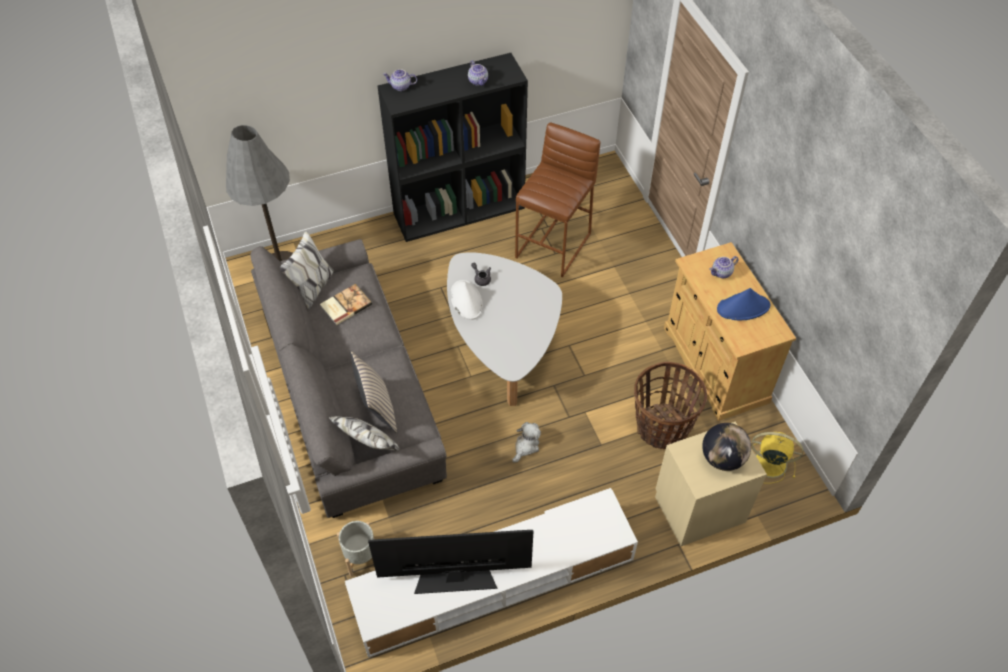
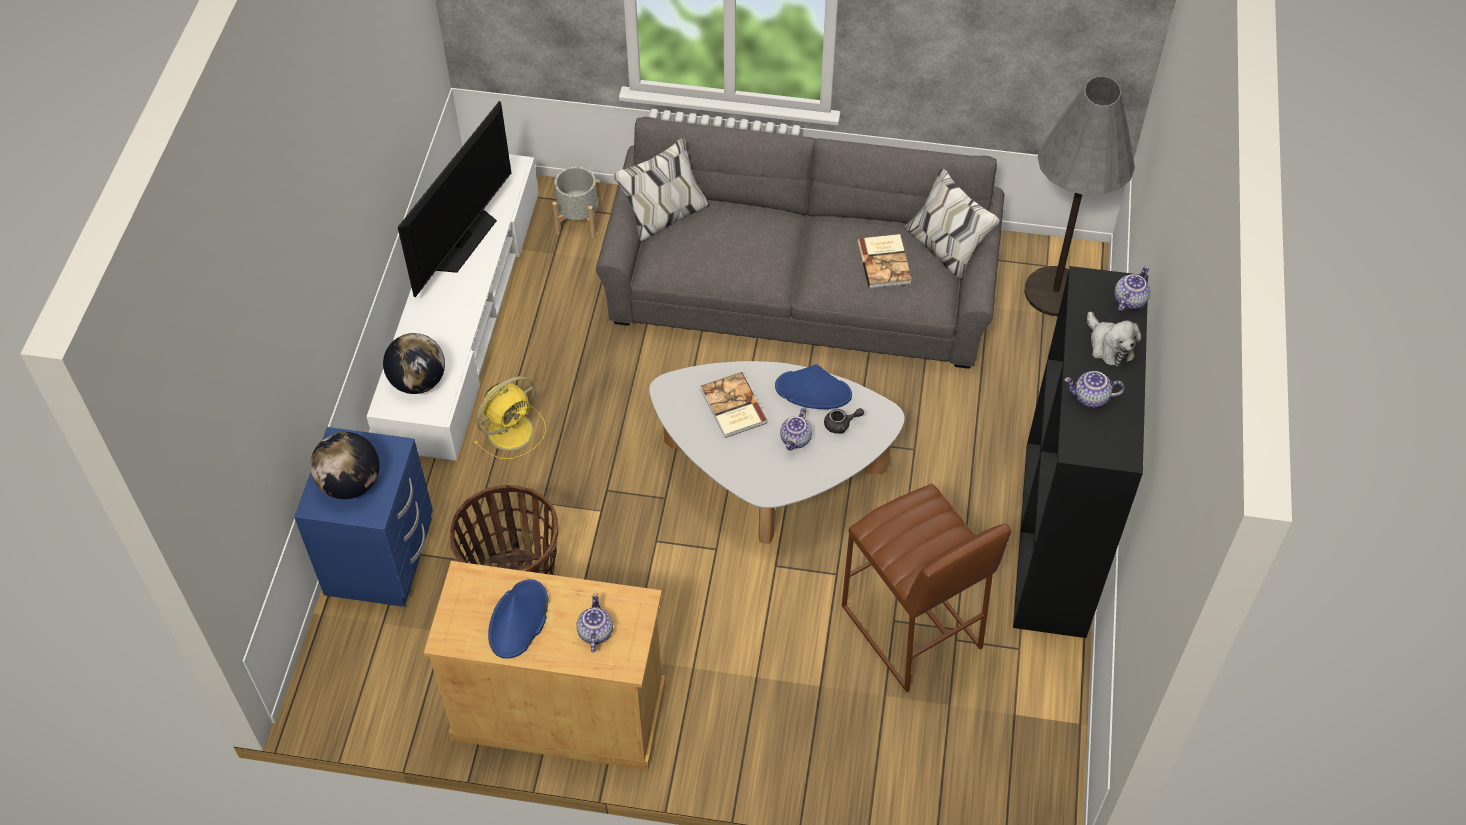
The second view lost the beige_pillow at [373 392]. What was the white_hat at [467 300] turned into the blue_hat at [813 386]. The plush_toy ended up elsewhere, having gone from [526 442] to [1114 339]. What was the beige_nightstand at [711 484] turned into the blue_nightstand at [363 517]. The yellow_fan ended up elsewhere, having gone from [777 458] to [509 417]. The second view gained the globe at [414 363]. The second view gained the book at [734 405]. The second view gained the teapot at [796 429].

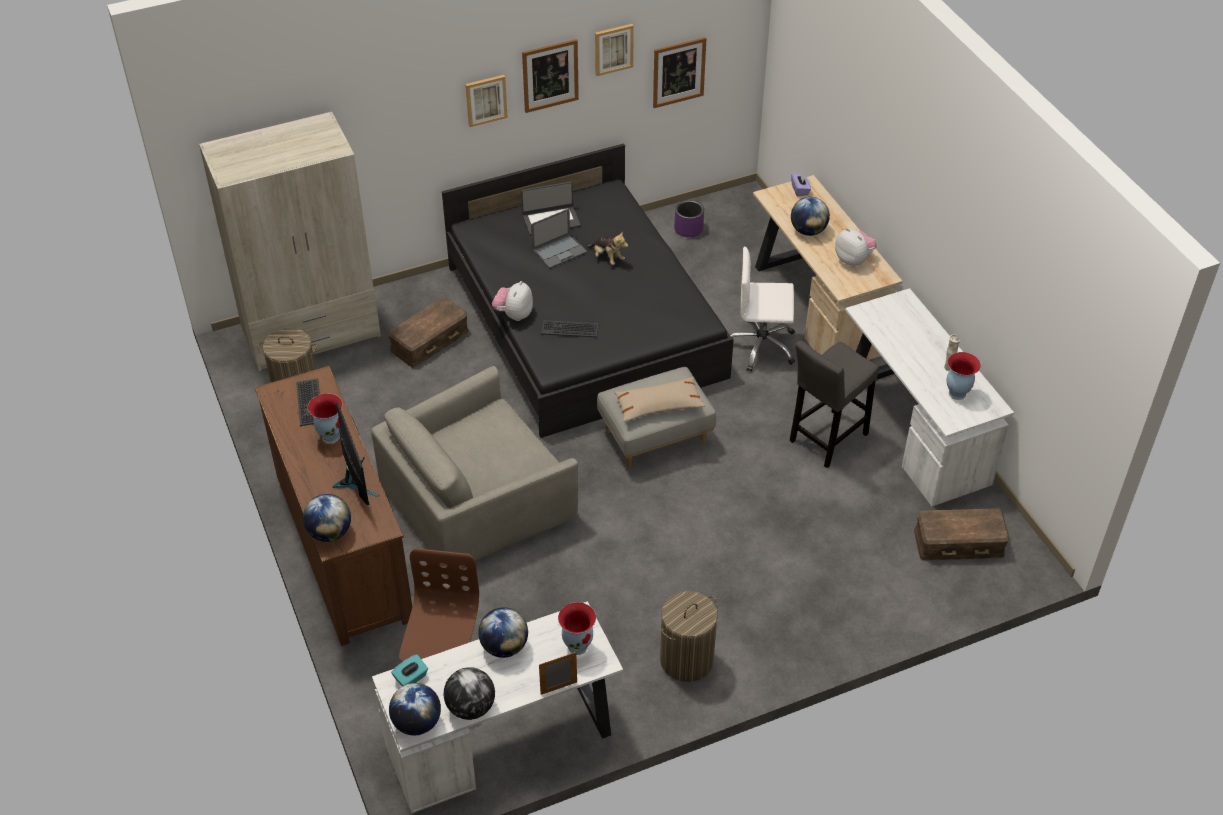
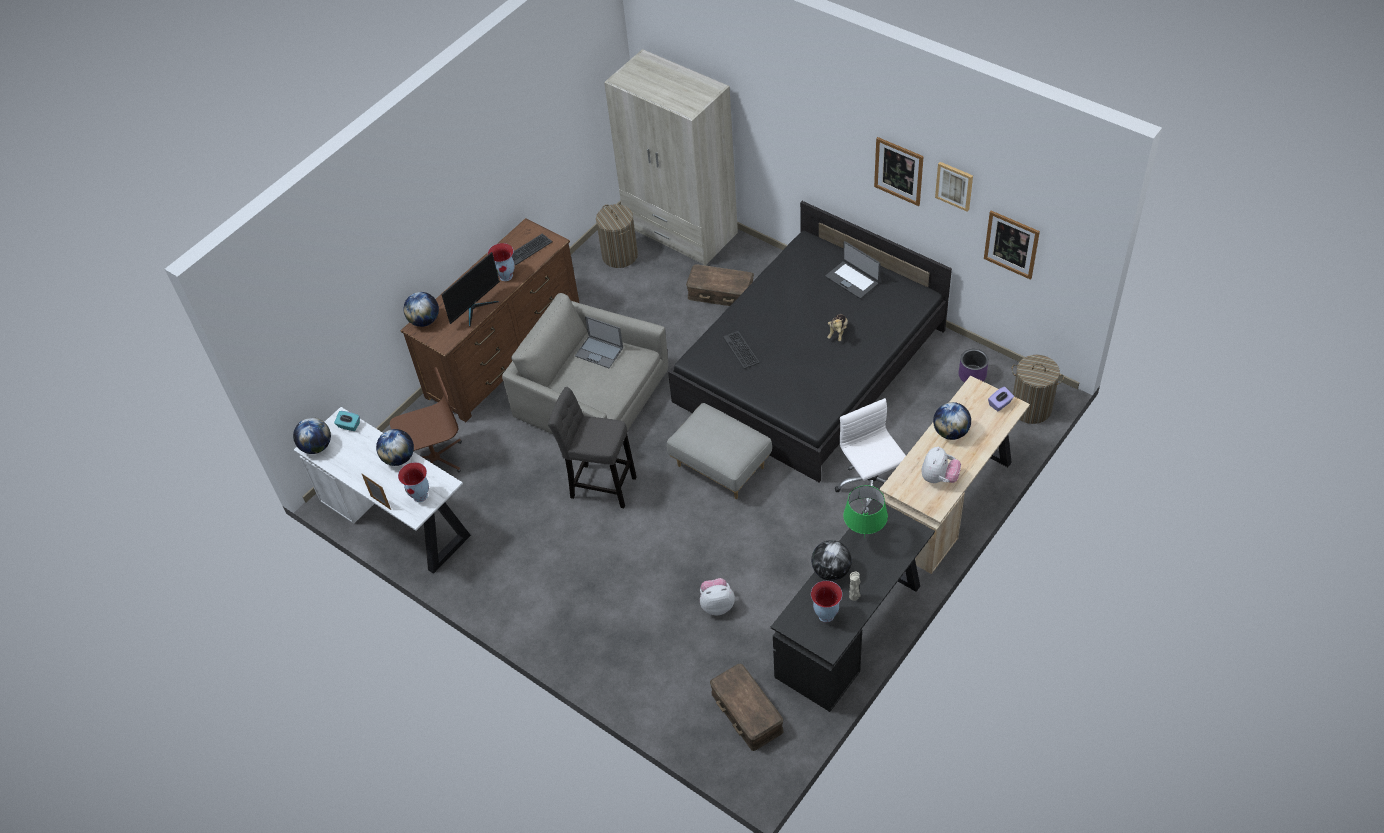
The globe ended up elsewhere, having gone from [469 693] to [831 560]. The second view lost the picture at [486 101]. The plush_toy ended up elsewhere, having gone from [512 301] to [717 596]. The laptop ended up elsewhere, having gone from [559 238] to [599 342]. The second view lost the beige_pillow at [660 399]. The laundry_basket ended up elsewhere, having gone from [689 636] to [1037 389]. The grey_stool ended up elsewhere, having gone from [834 404] to [592 447]. What was the white_desk at [929 397] turned into the black_desk at [853 605]. The second view gained the green_table_lamp at [865 511].

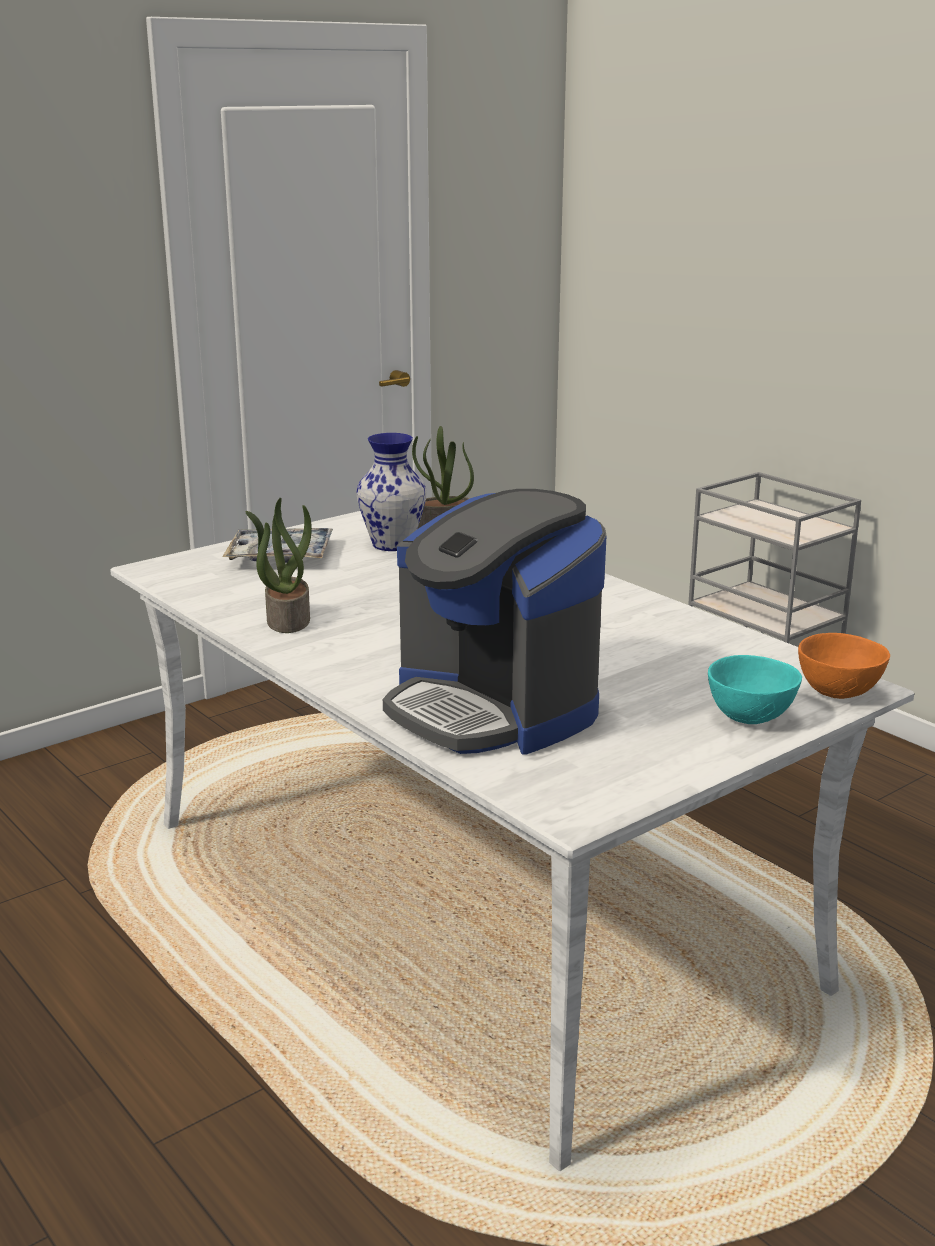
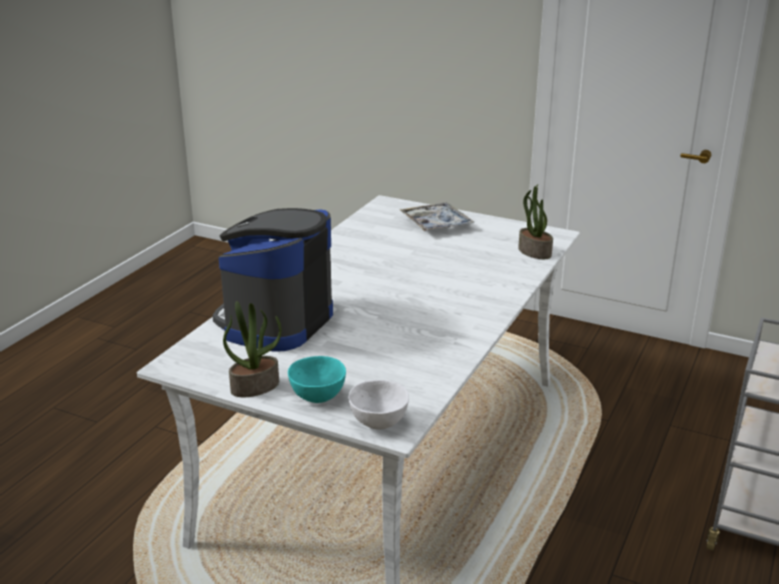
The potted_plant ended up elsewhere, having gone from [279 565] to [252 349]. The second view lost the vase at [391 492]. What was the orange_bowl at [844 666] turned into the white_bowl at [379 404].

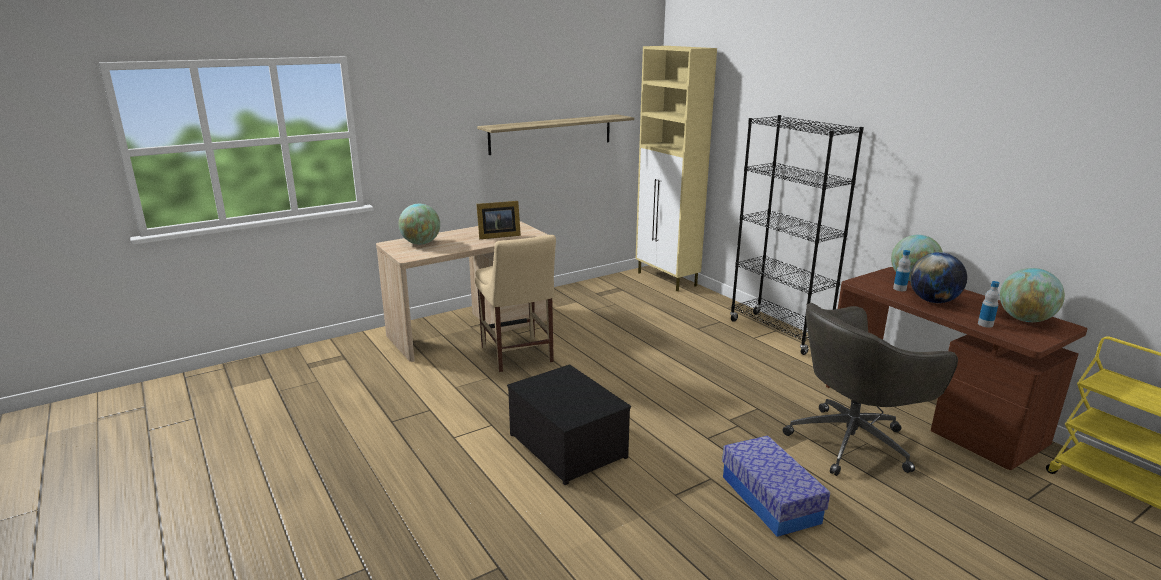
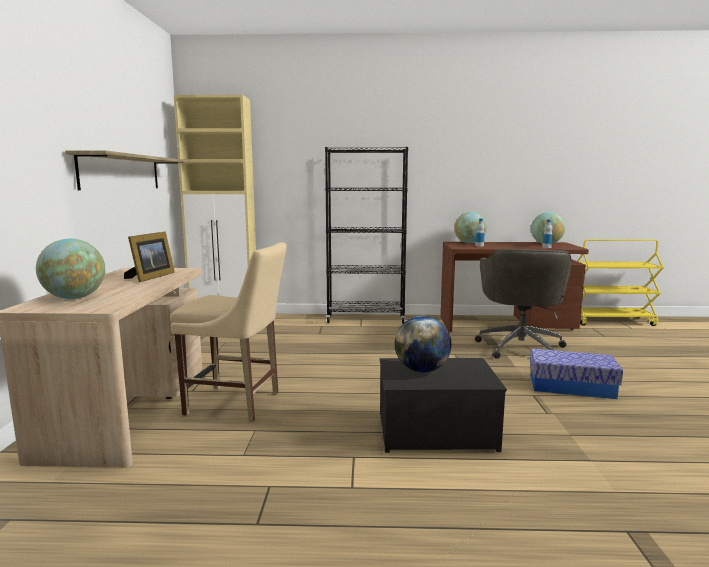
The globe ended up elsewhere, having gone from [938 277] to [423 344].

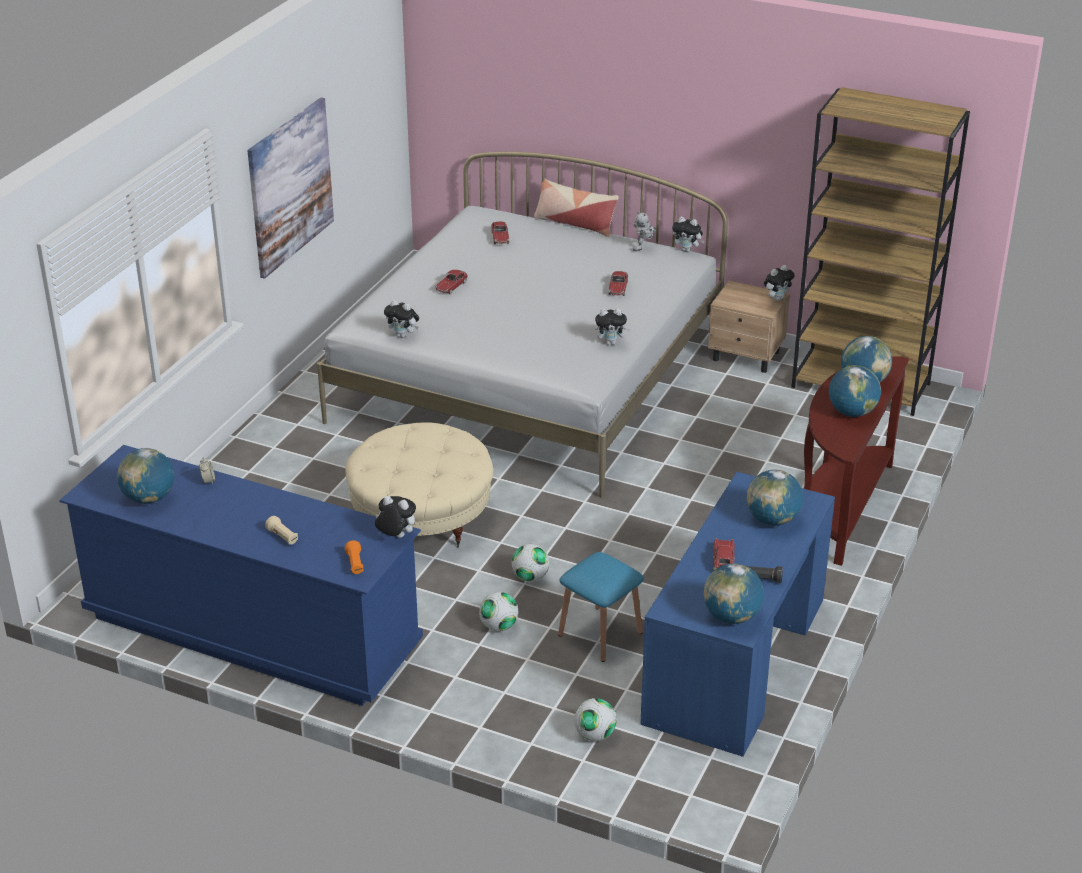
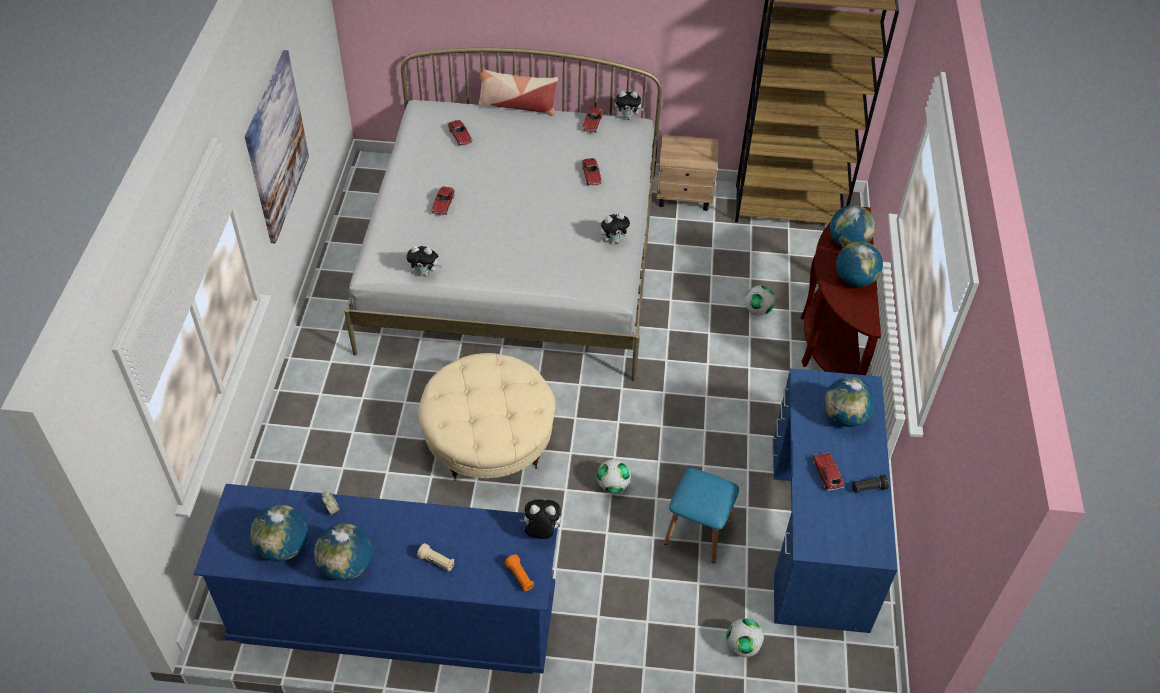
The football ended up elsewhere, having gone from [498 611] to [760 301]. Where the toy_robot stood at [644 231], the toy_car came to stand at [593 120]. The globe ended up elsewhere, having gone from [733 593] to [343 552]. The second view lost the plush_toy at [779 283].

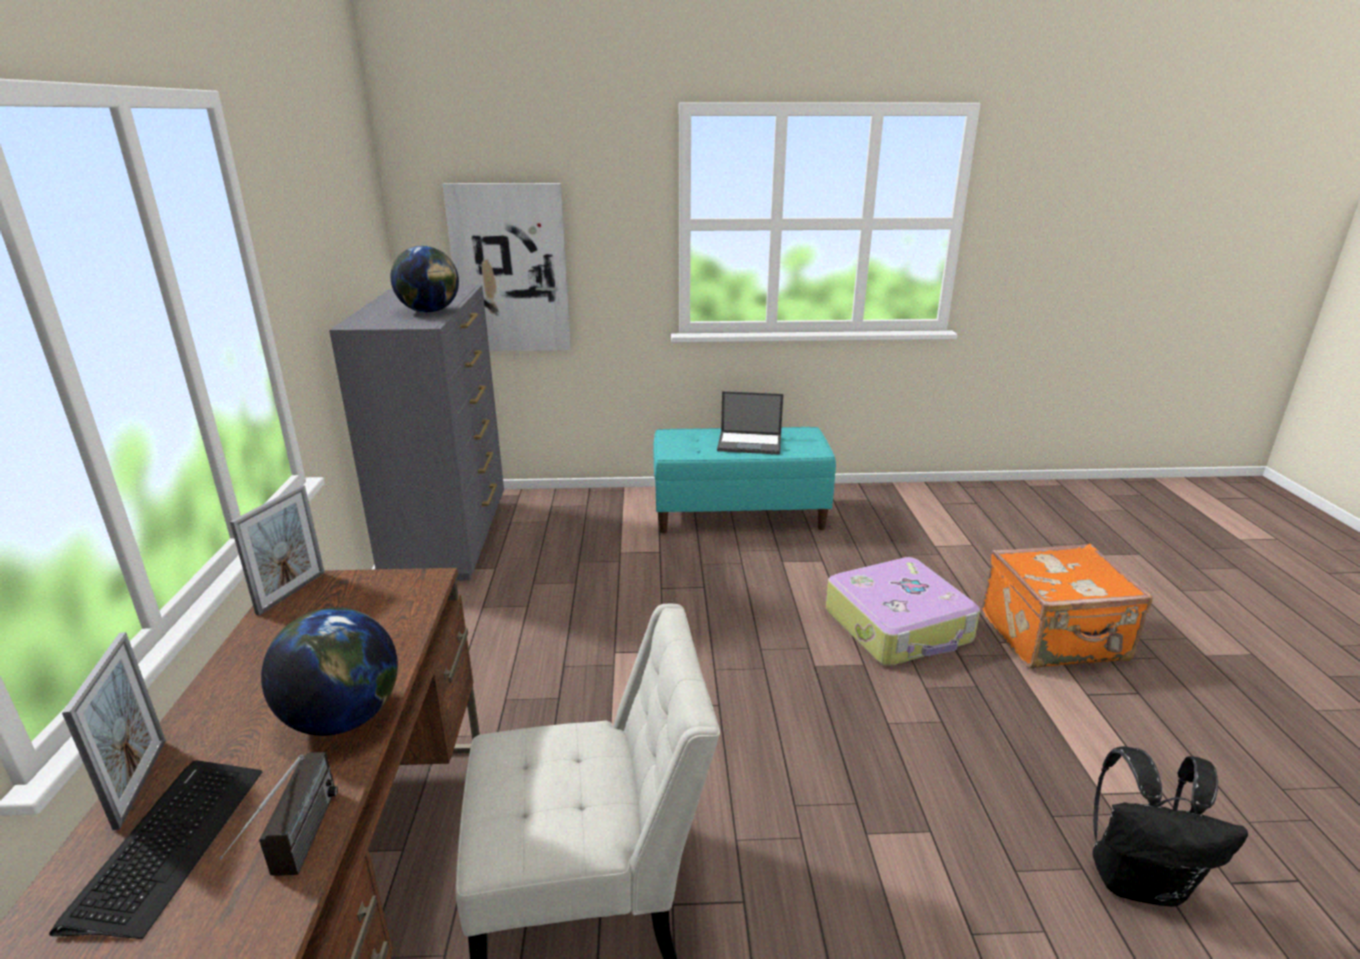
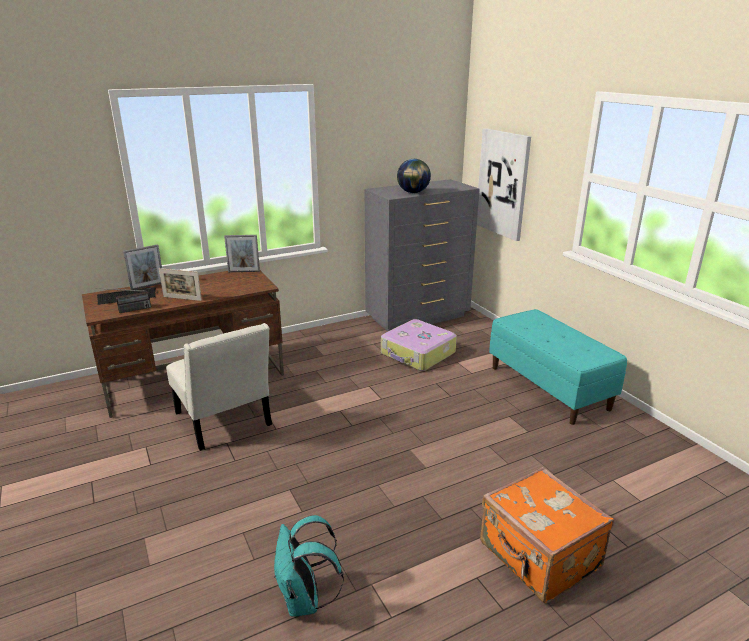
Where the globe stood at [329 671], the picture_frame came to stand at [180 284]. The second view lost the laptop at [750 423]. The suitcase ended up elsewhere, having gone from [903 611] to [419 345]. What was the black_backpack at [1170 826] turned into the turquoise_backpack at [309 566].

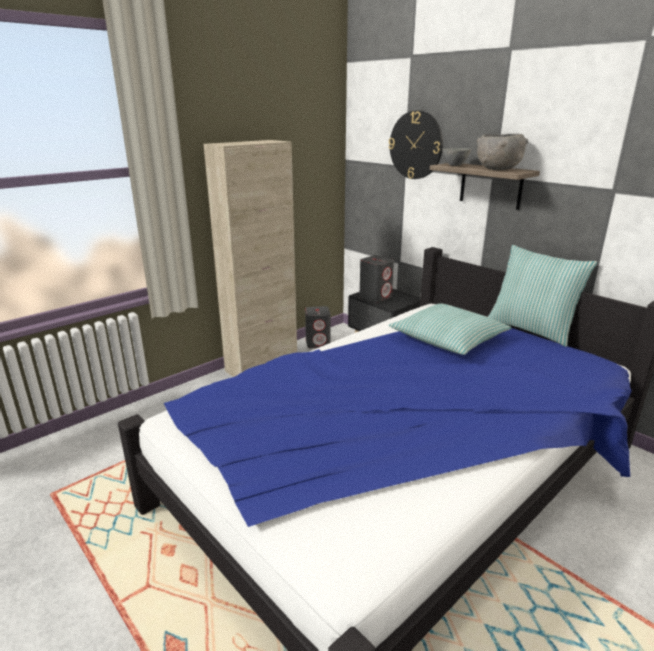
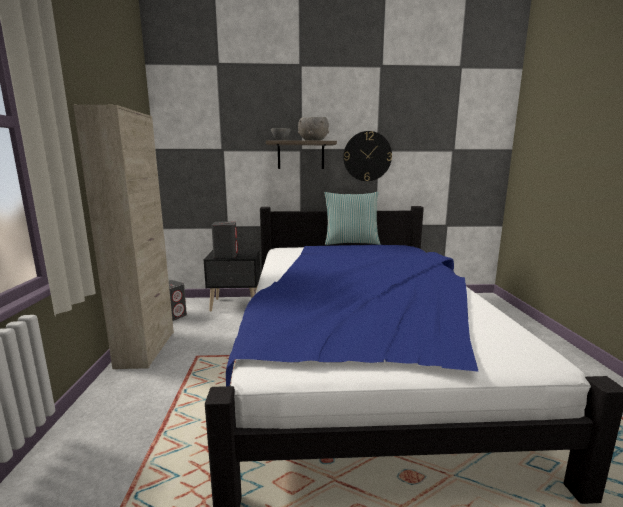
The wall_clock ended up elsewhere, having gone from [416 144] to [367 156]. The second view lost the pillow at [450 329].

